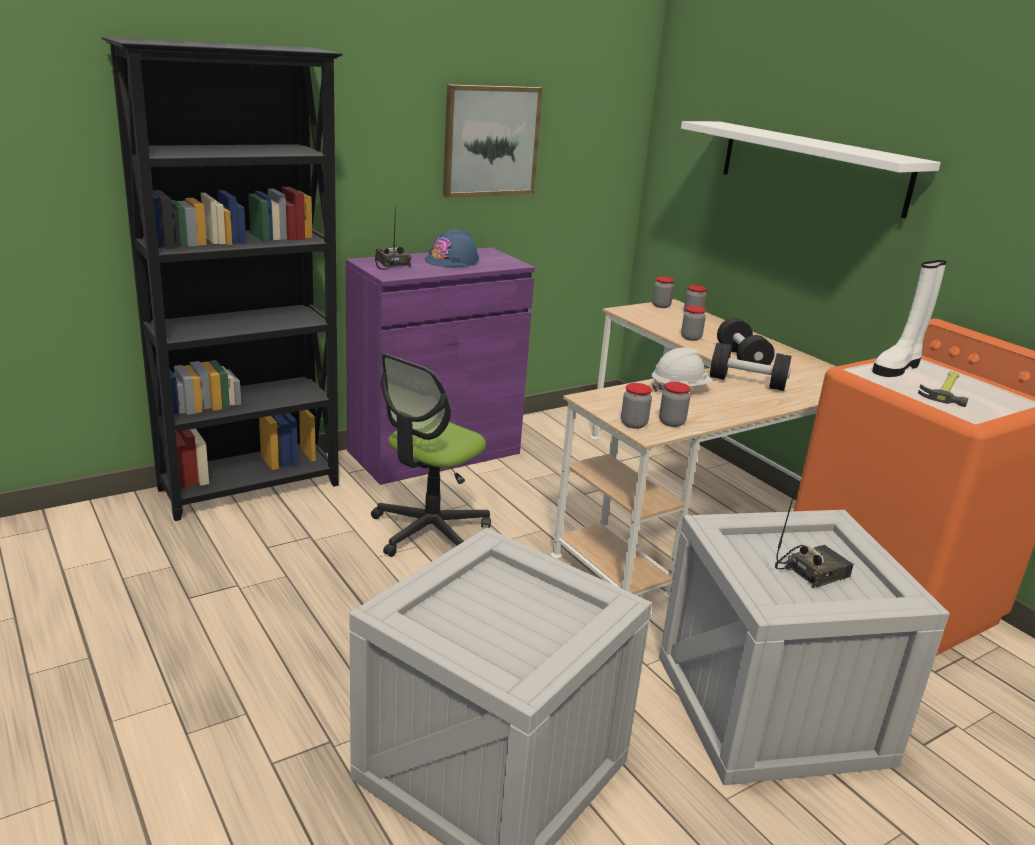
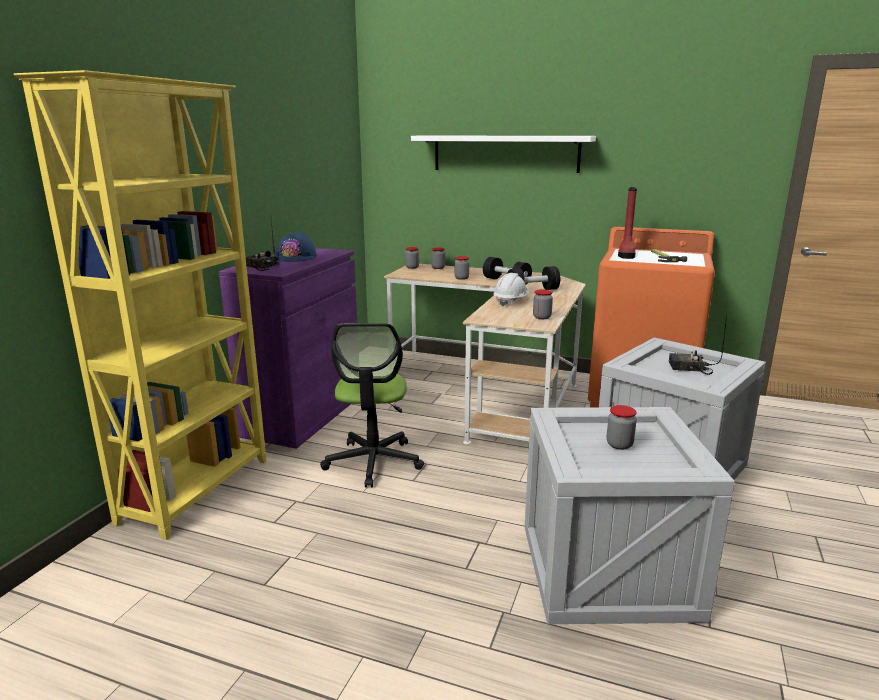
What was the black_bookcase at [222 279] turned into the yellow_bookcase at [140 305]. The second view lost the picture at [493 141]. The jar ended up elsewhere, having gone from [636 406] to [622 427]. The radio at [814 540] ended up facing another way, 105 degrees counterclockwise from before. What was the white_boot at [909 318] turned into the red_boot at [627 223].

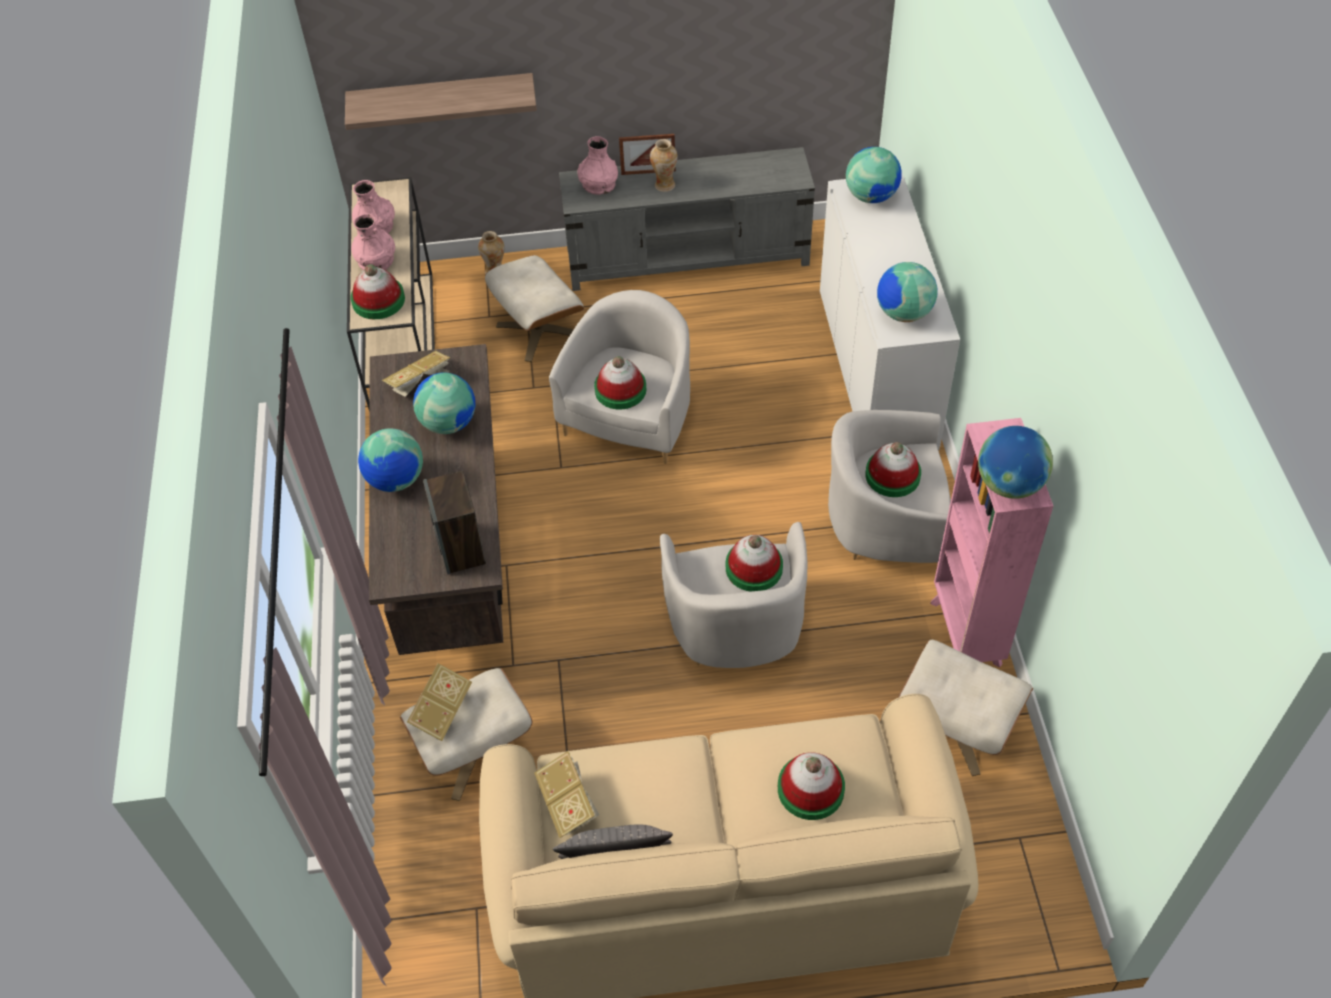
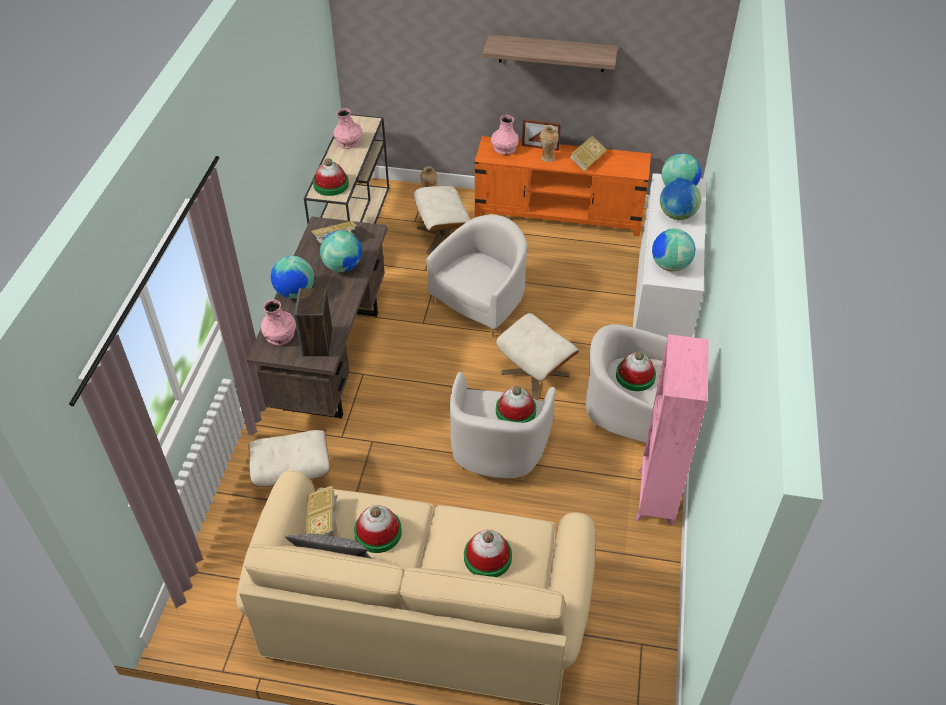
The shelf ended up elsewhere, having gone from [441 101] to [550 53]. The pink_vase ended up elsewhere, having gone from [373 242] to [278 323]. The book ended up elsewhere, having gone from [439 702] to [588 153]. What was the grey_tv_stand at [687 219] turned into the orange_tv_stand at [562 186]. The hat ended up elsewhere, having gone from [620 383] to [378 529]. The beige_ottoman ended up elsewhere, having gone from [965 708] to [537 356]. The globe ended up elsewhere, having gone from [1015 462] to [680 199].

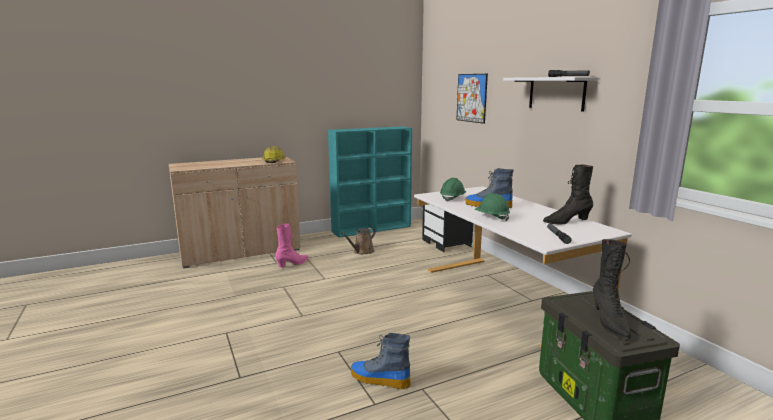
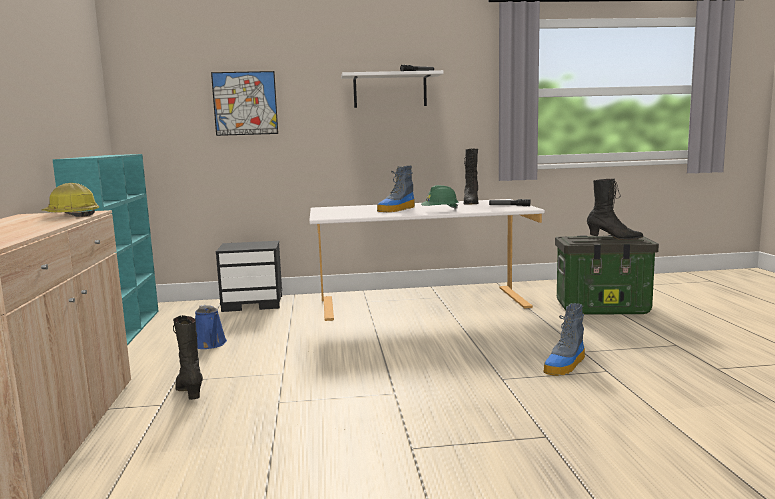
What was the pink_boot at [291 245] turned into the black_boot at [188 357]. What was the brown_watering_can at [358 241] turned into the blue_watering_can at [211 327]. The second view lost the green_hard_hat at [453 190].

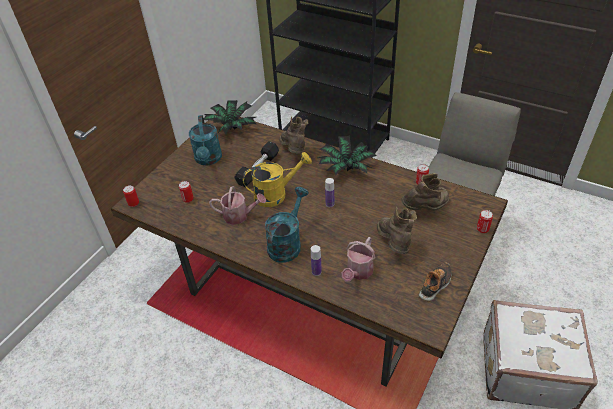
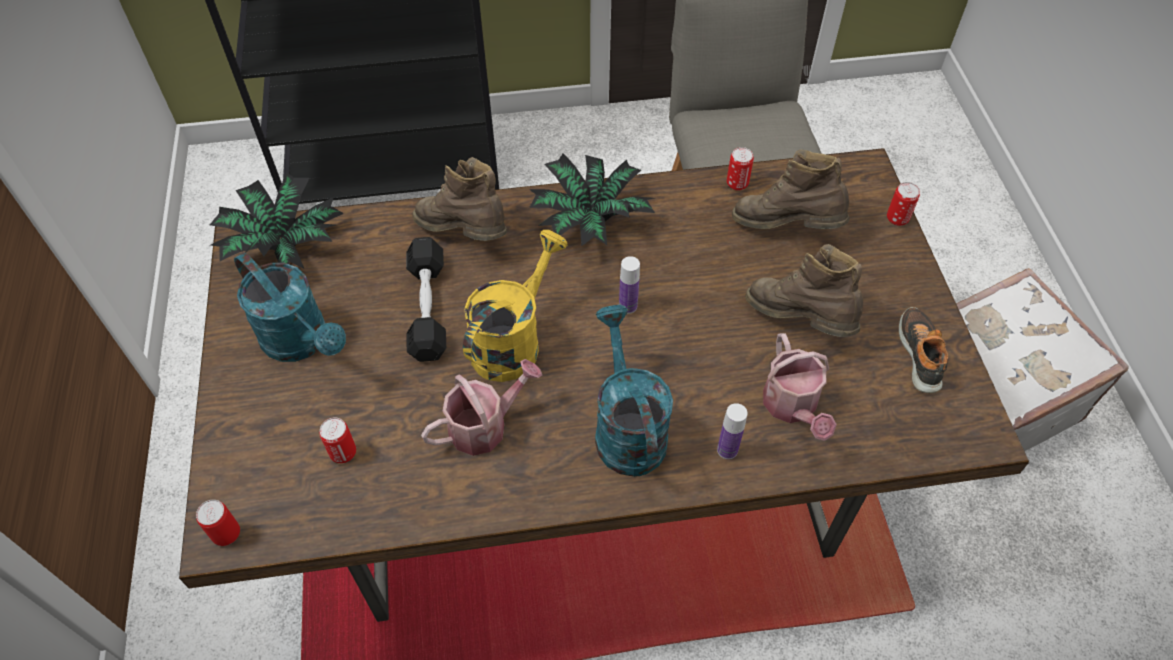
The brown_boot at [425 192] ended up facing another way, 90 degrees counterclockwise from before.

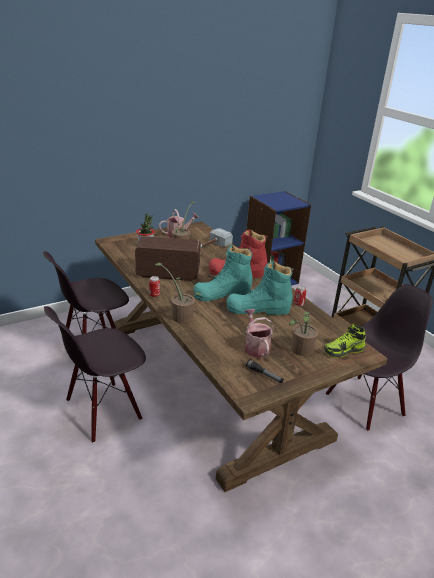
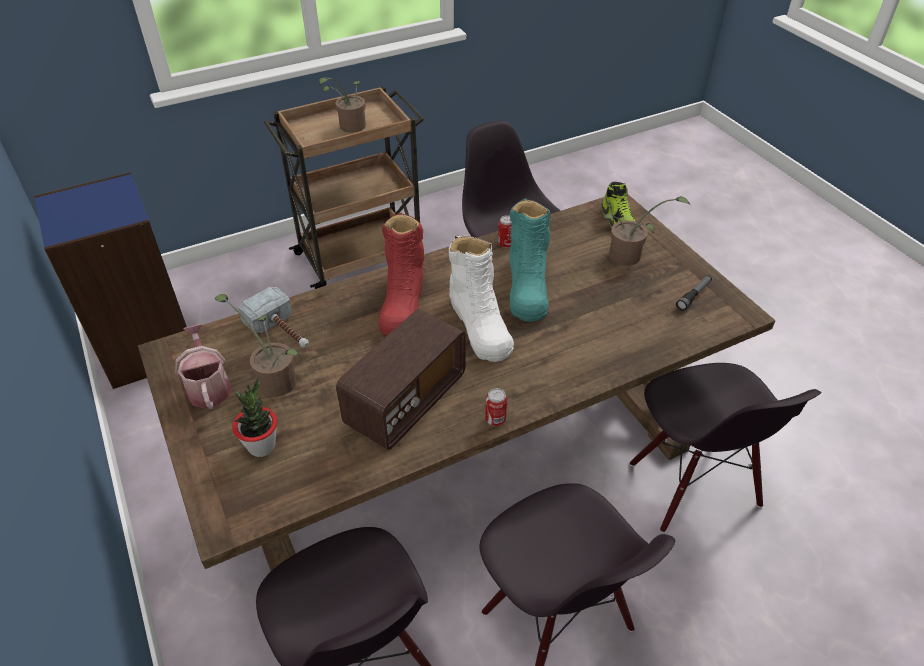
The radio at [168 258] ended up facing another way, 150 degrees counterclockwise from before. The potted_plant ended up elsewhere, having gone from [178 293] to [342 105]. What was the turquoise_boot at [223 273] turned into the white_boot at [481 298]. The second view lost the watering_can at [259 333]. The second view gained the black_chair at [725 447].

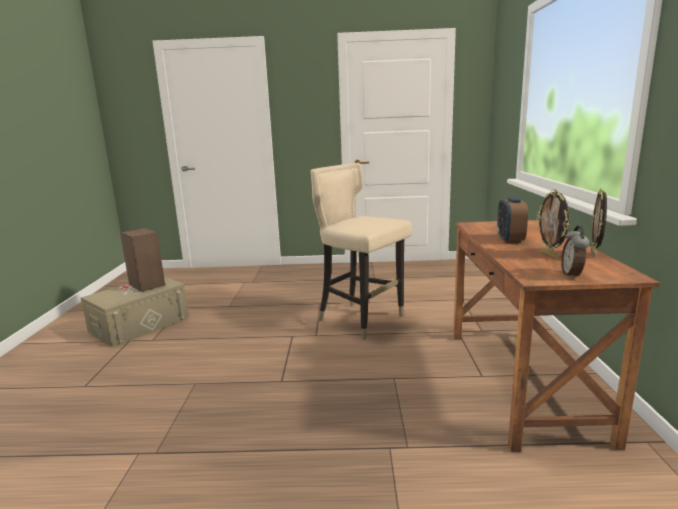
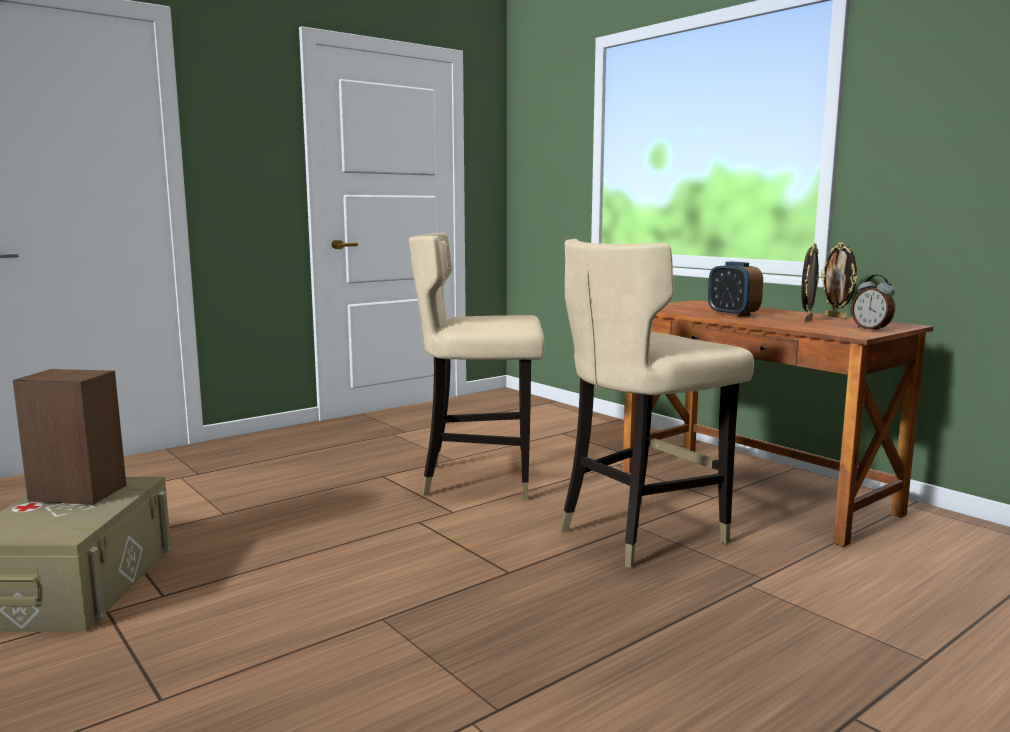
The picture_frame at [553 224] ended up facing another way, 90 degrees counterclockwise from before. The second view gained the beige_chair at [657 403].

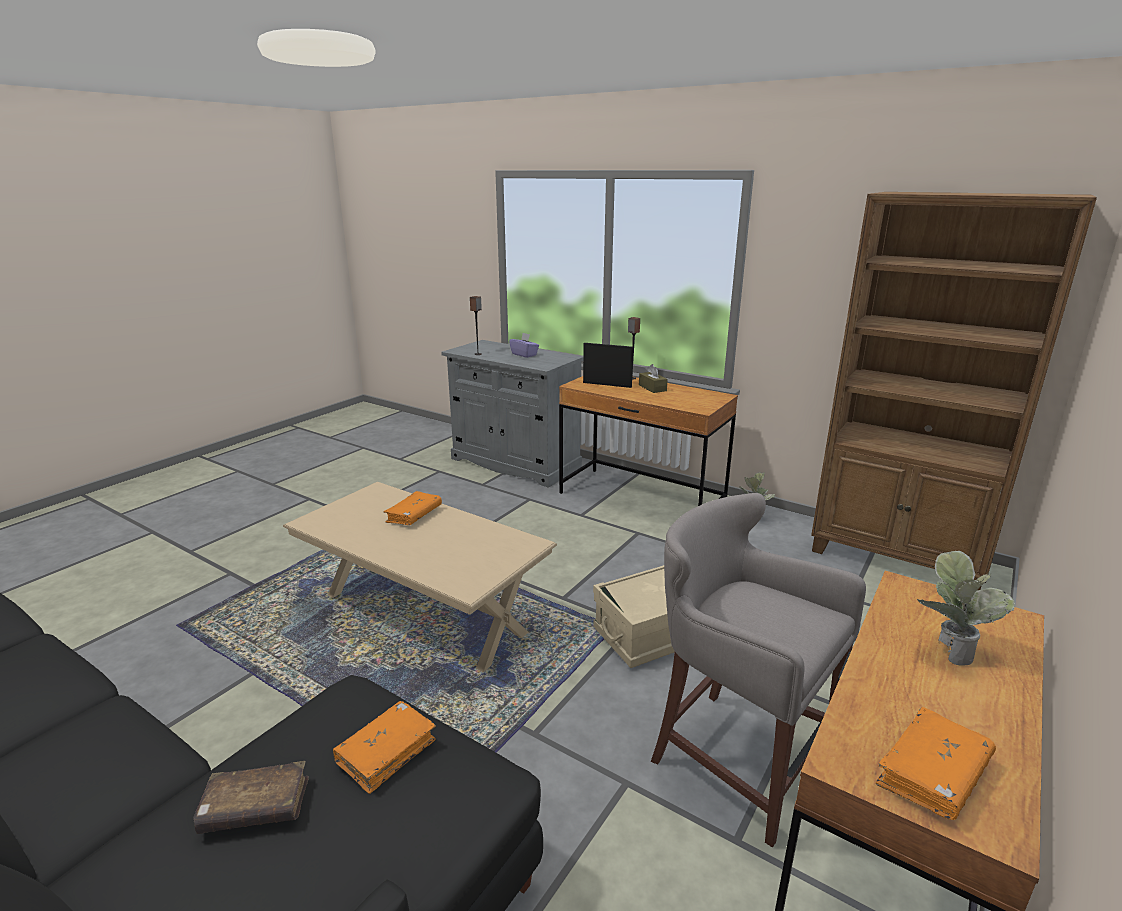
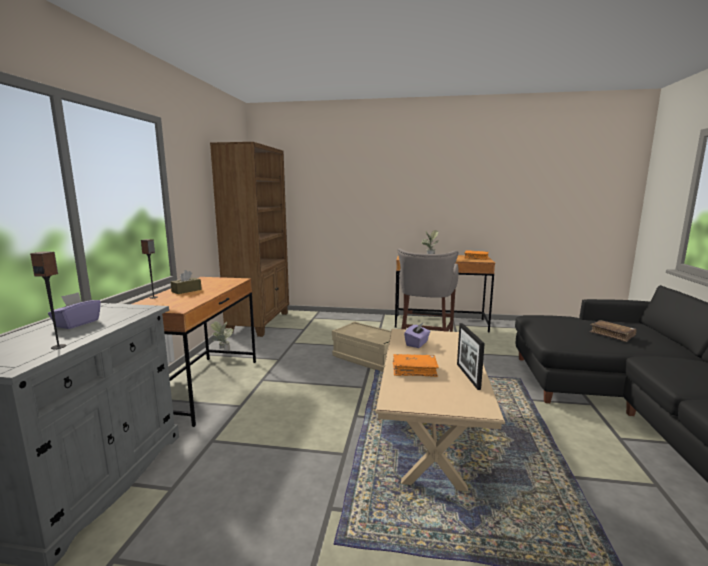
The second view lost the orange_book at [384 747]. The picture_frame ended up elsewhere, having gone from [608 365] to [471 356]. The second view gained the purple_tissue_box at [417 335].

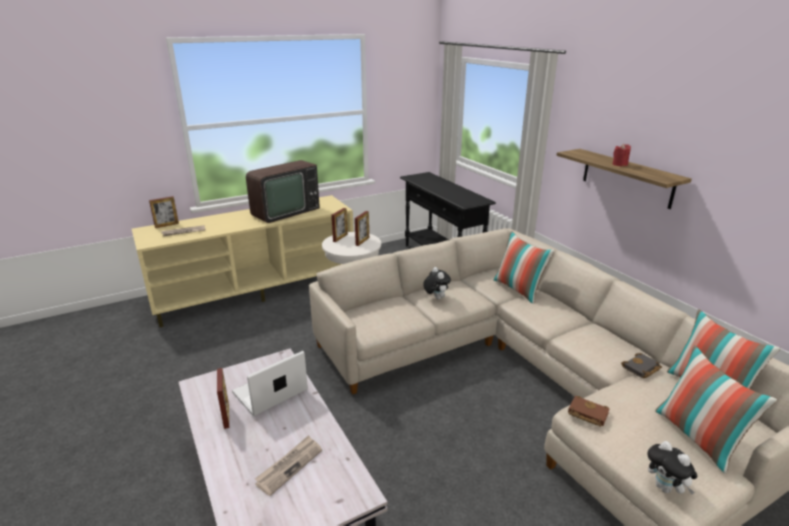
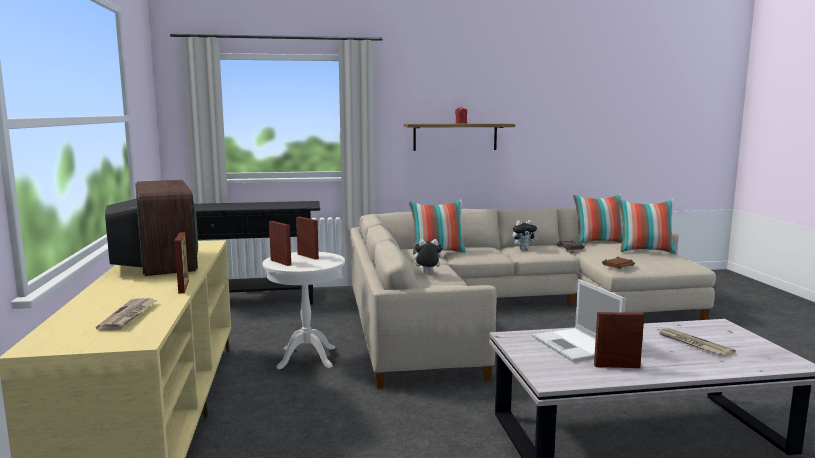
The picture_frame ended up elsewhere, having gone from [164 212] to [182 263]. The plush_toy ended up elsewhere, having gone from [672 468] to [525 235].

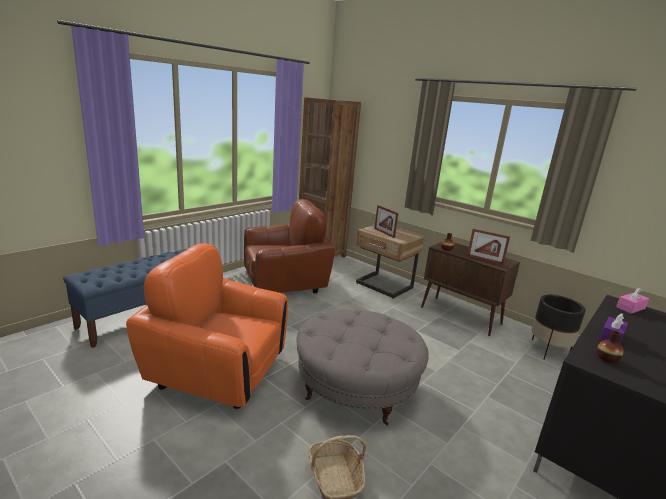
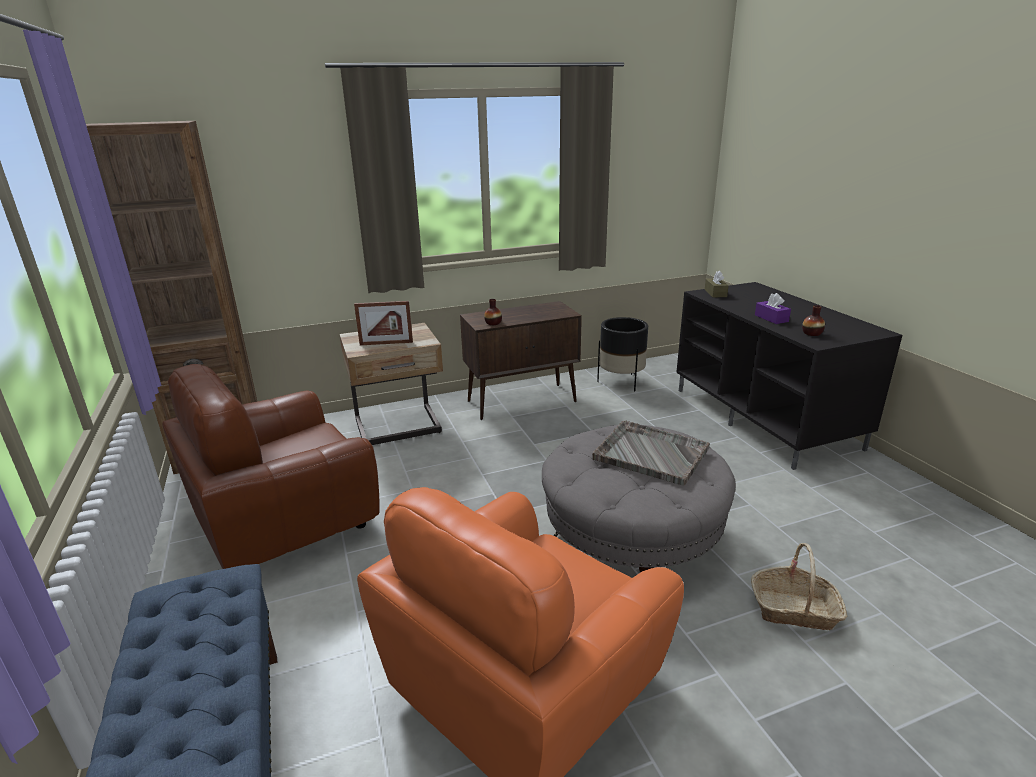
The brown_armchair at [289 246] ended up facing another way, 135 degrees counterclockwise from before. The second view lost the picture_frame at [488 247]. What was the pink_tissue_box at [632 300] turned into the brown_tissue_box at [717 284]. The second view gained the grey_tray at [651 453].

